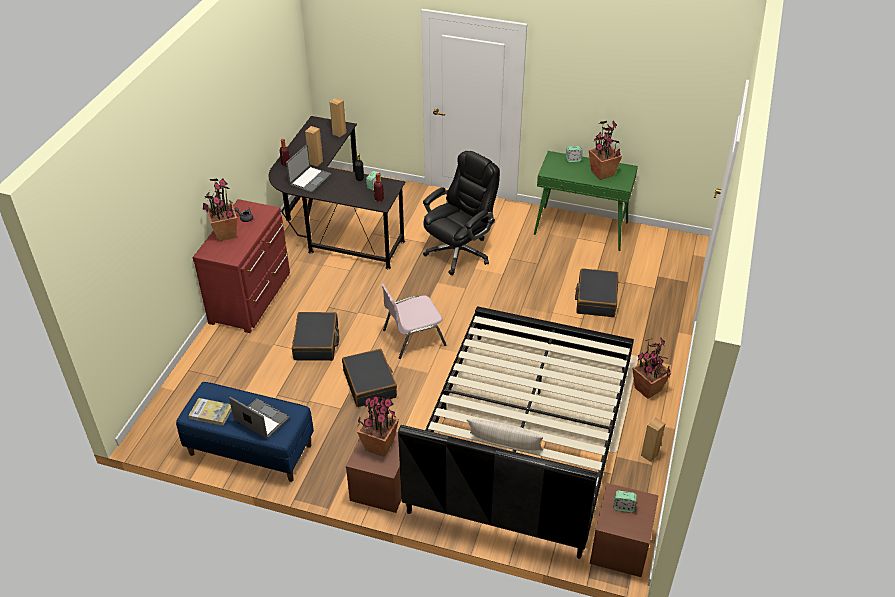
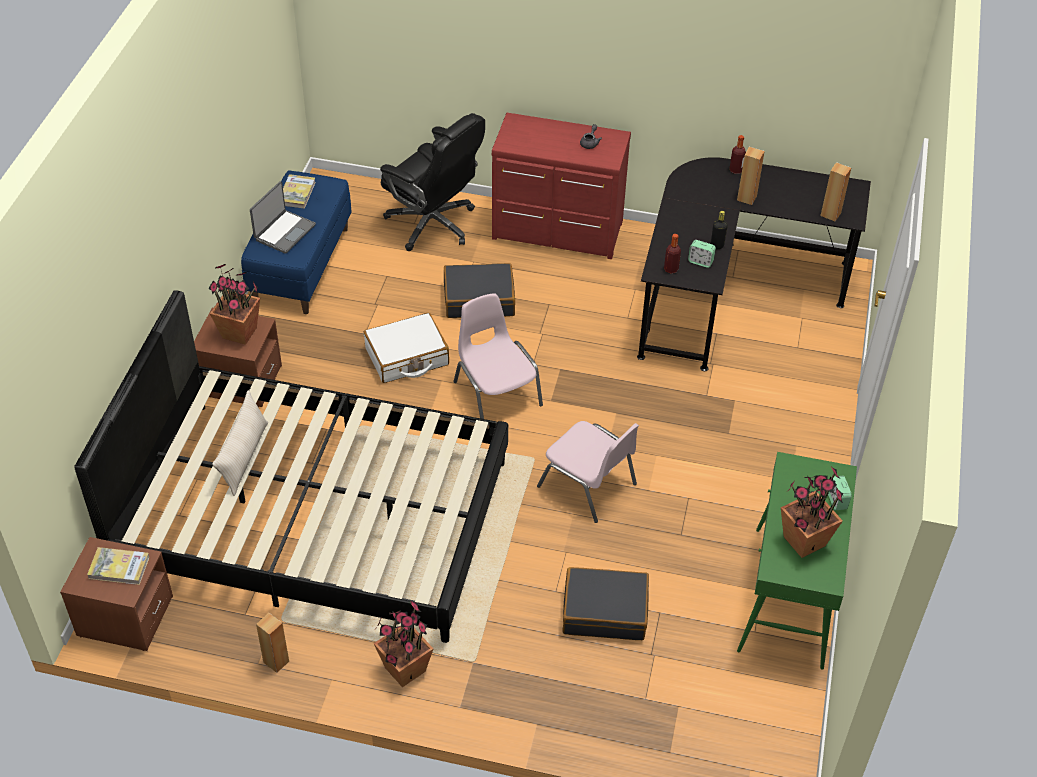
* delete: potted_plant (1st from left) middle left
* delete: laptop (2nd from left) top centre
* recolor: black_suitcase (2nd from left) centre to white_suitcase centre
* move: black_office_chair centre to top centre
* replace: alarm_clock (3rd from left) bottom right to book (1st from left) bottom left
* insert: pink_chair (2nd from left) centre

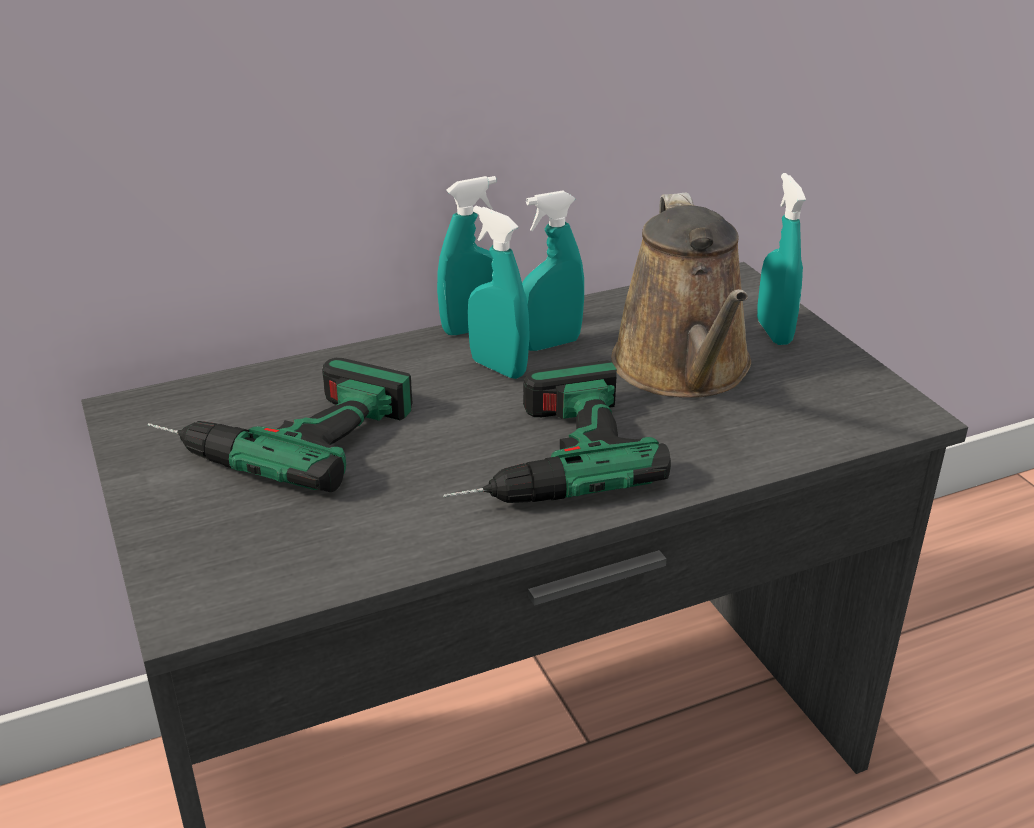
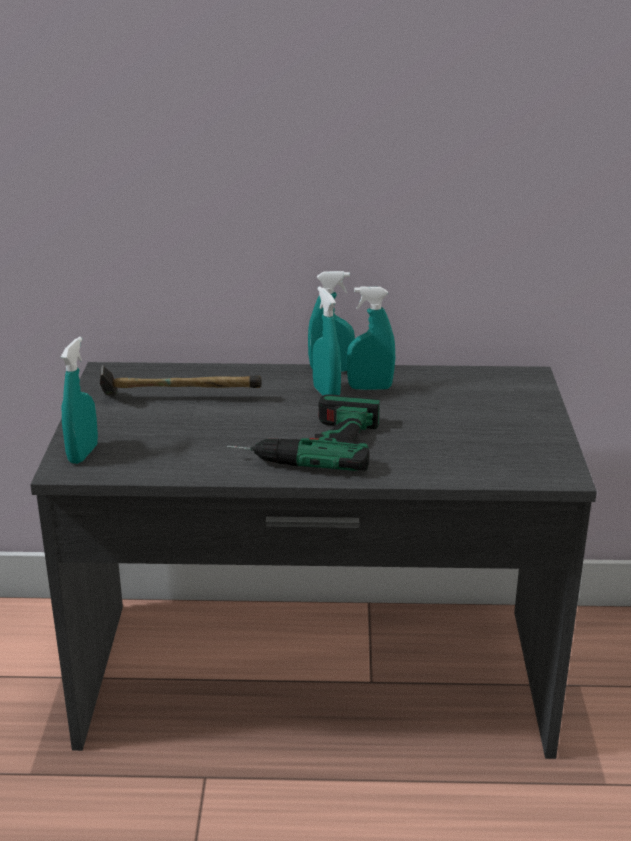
* replace: power_drill (1st from left) middle left to hammer middle left
* delete: brown_watering_can centre
* move: turquoise_spray_bottle (4th from left in the first image) top right to turquoise_spray_bottle (1st from left) middle left

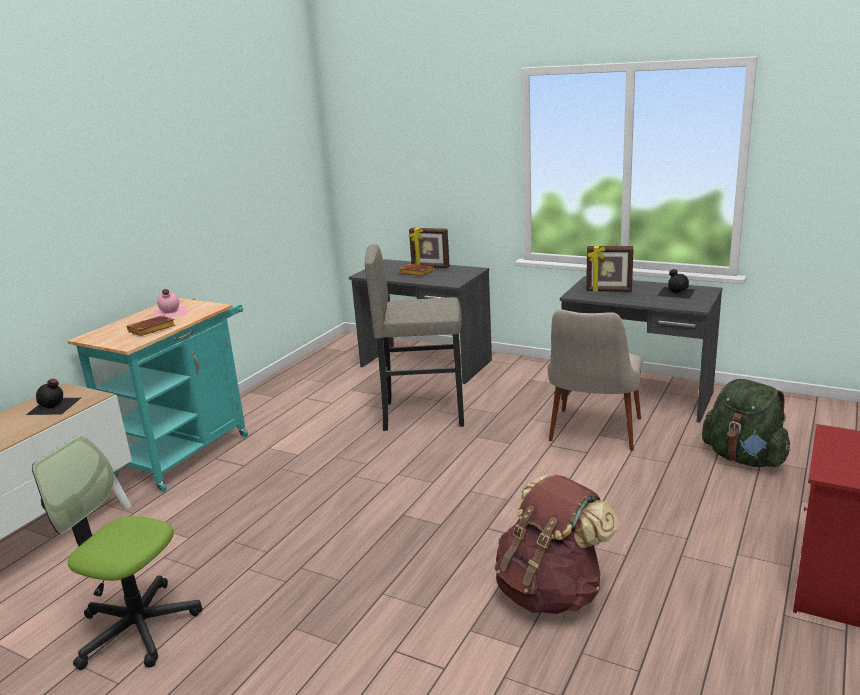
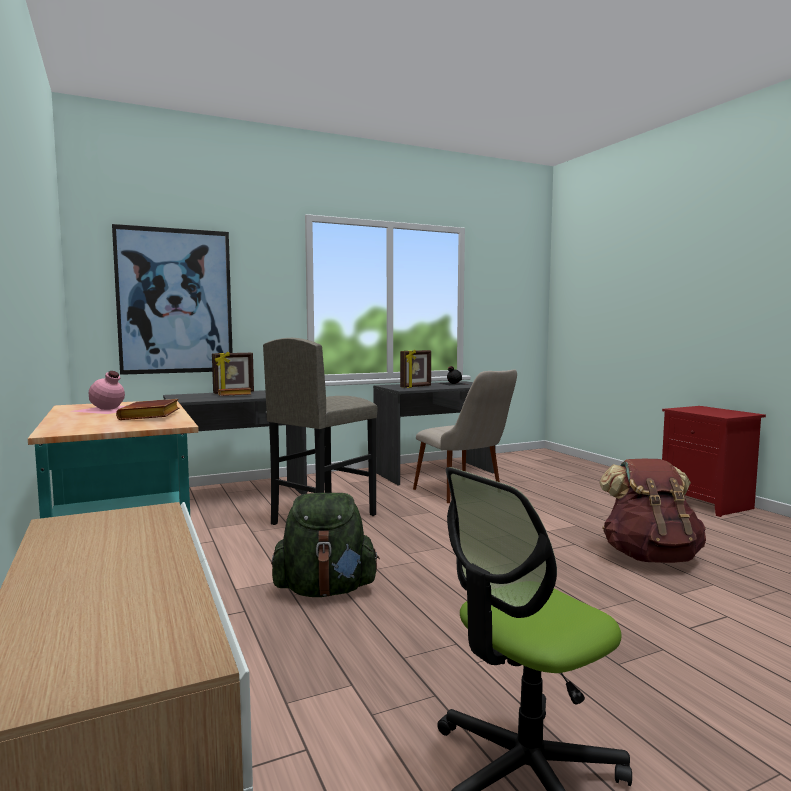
* delete: black_bottle (1st from left) middle left
* move: green_backpack middle right to bottom centre
* insert: picture middle left

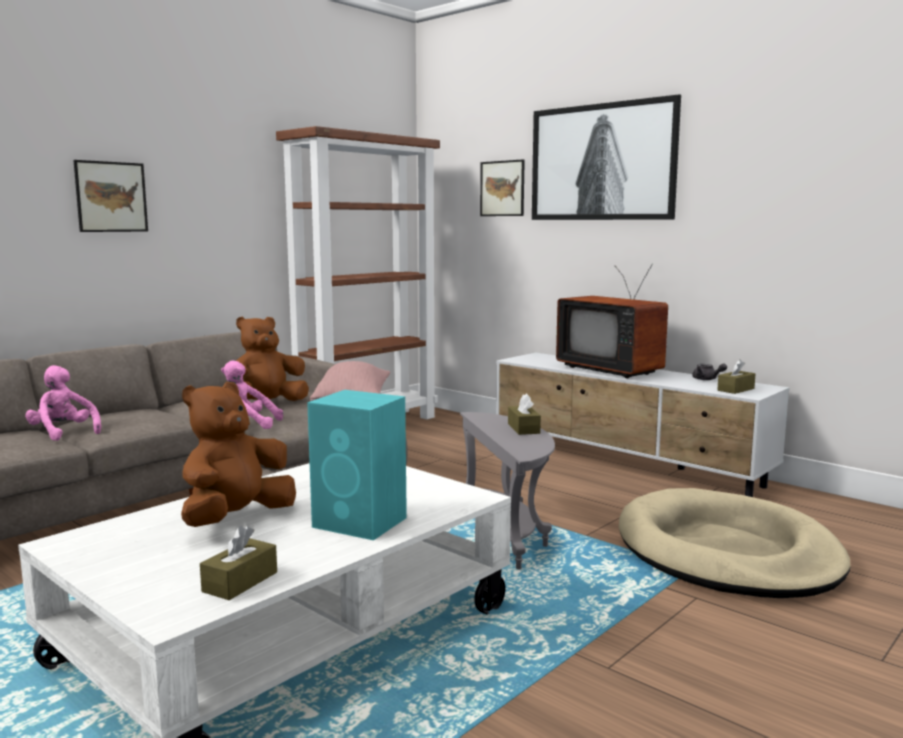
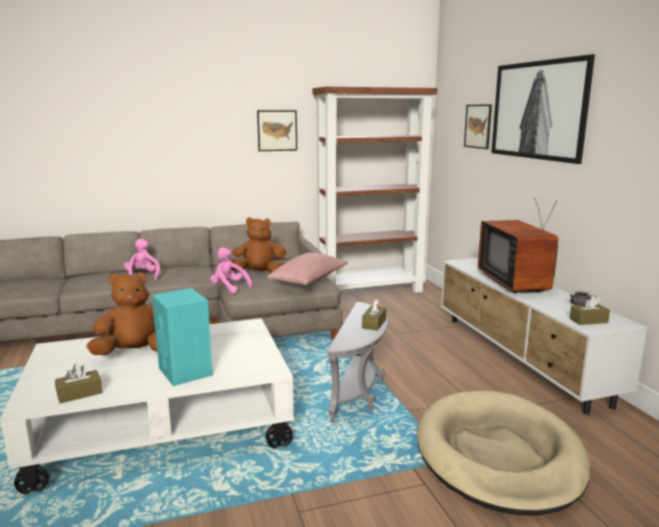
* move: picture (1st from left) top left to top centre

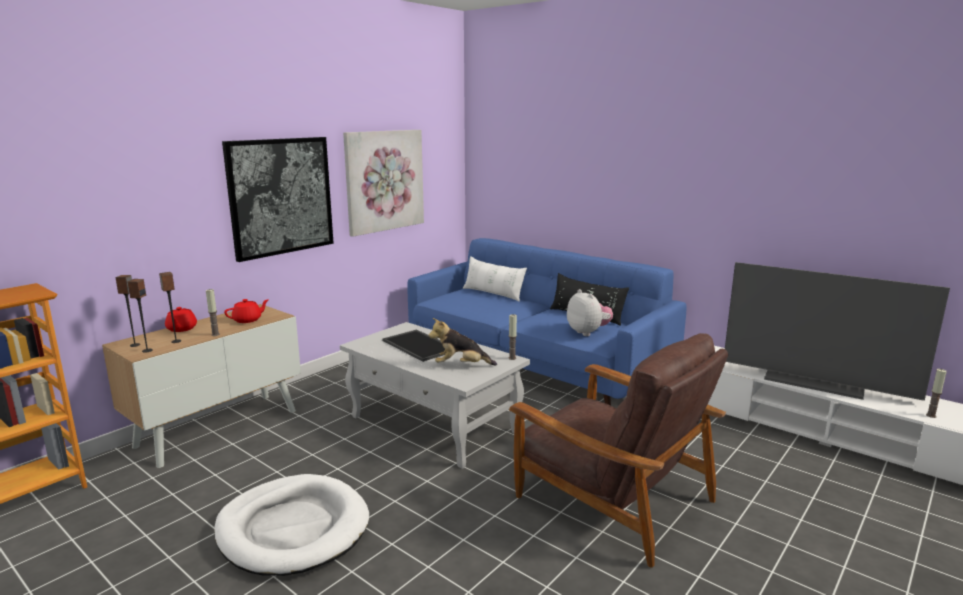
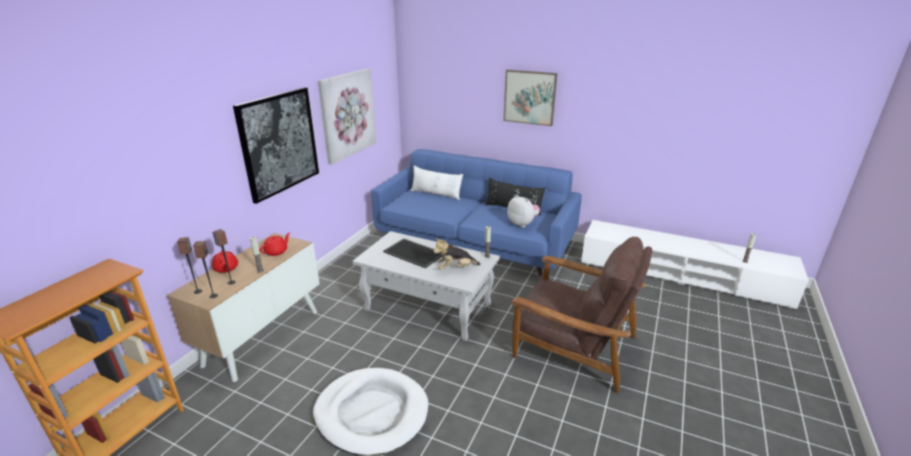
* delete: television middle right
* insert: picture (3rd from left) top centre

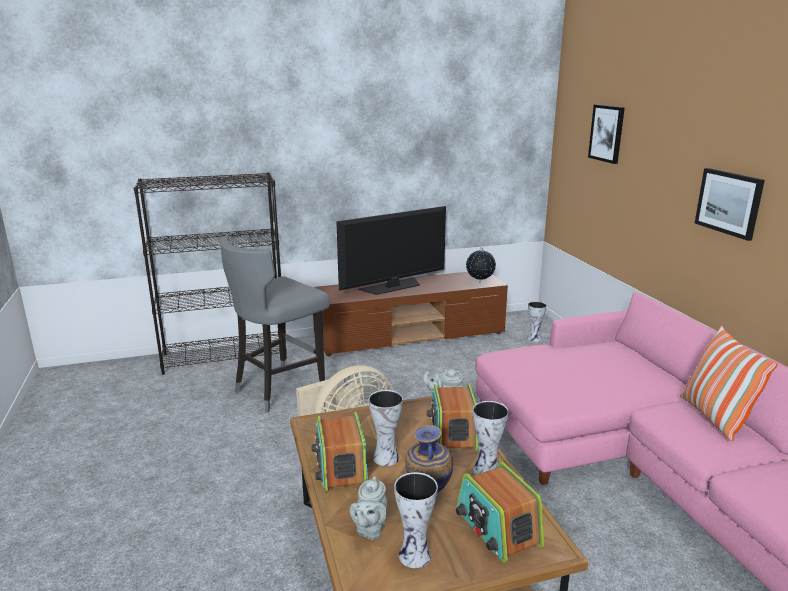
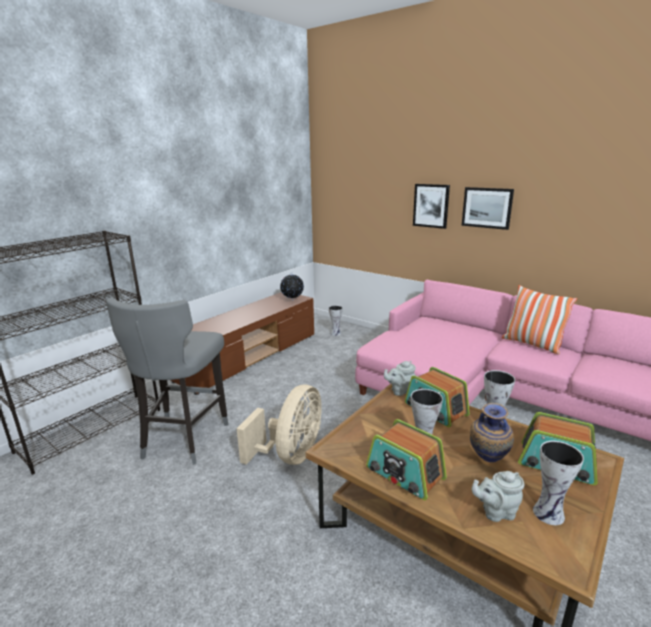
* delete: television centre
* rotate: grey_teapot (1st from left in the first image) bottom centre = bottom right 105 degrees clockwise
* move: picture (1st from left) top right to top centre

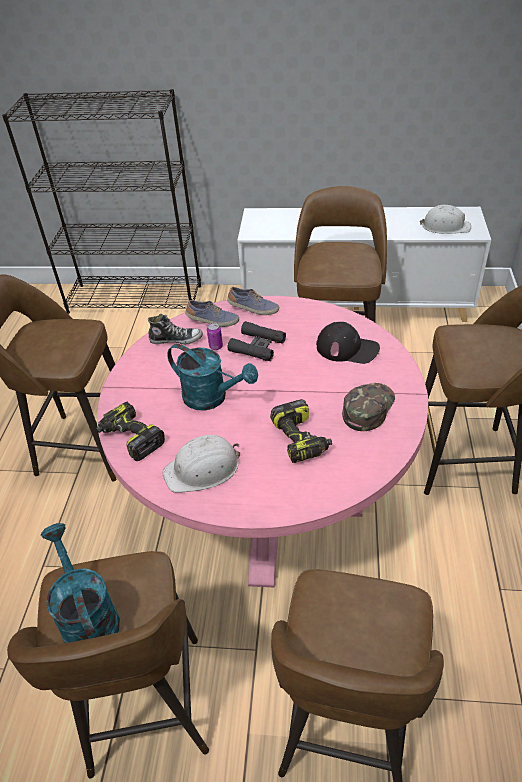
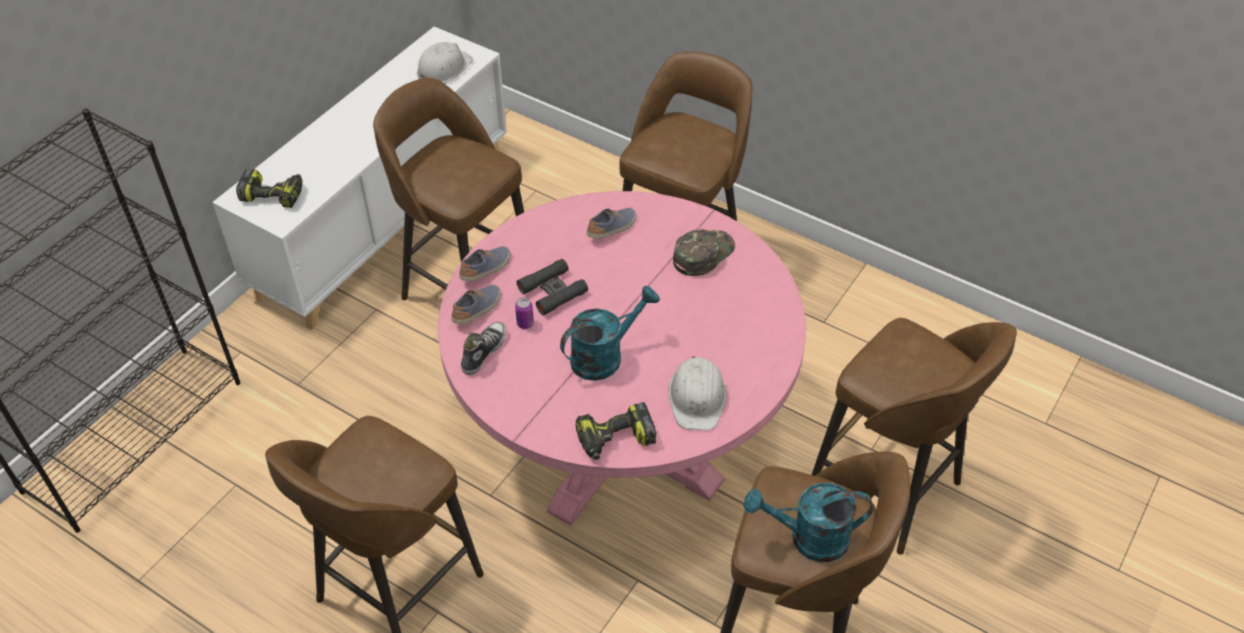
* move: power_drill (2nd from left in the first image) centre to power_drill (1st from left) top left
* replace: black_cap middle right to shoe (4th from left) centre
* rotate: green_cap middle right = centre 75 degrees clockwise

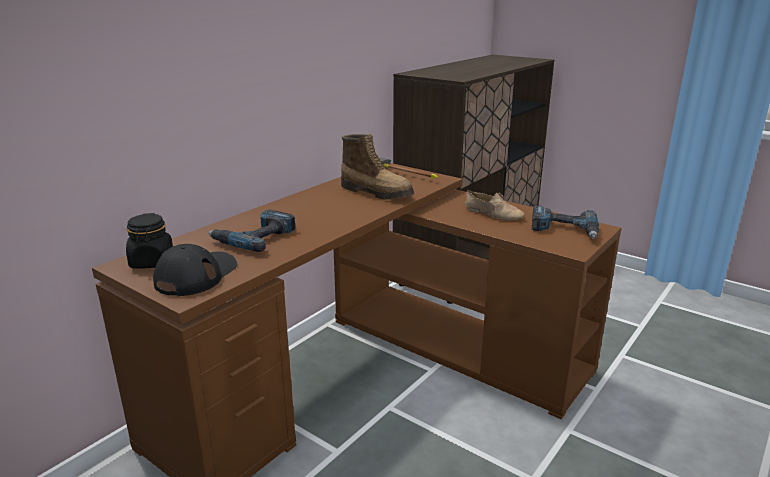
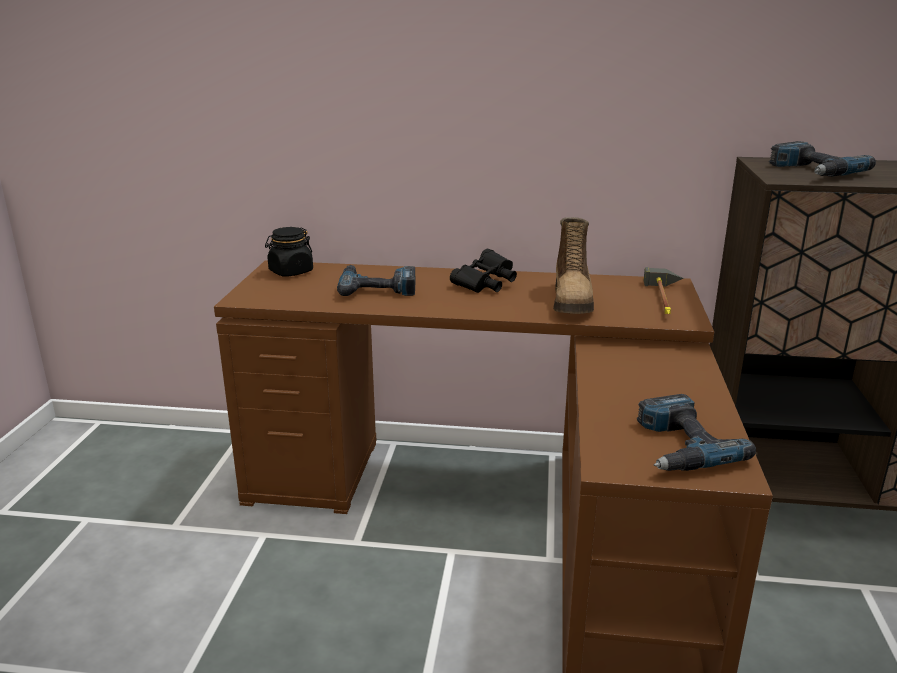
* delete: black_cap middle left
* delete: beige_shoe centre
* insert: black_binoculars centre
* insert: power_drill (3rd from left) top right

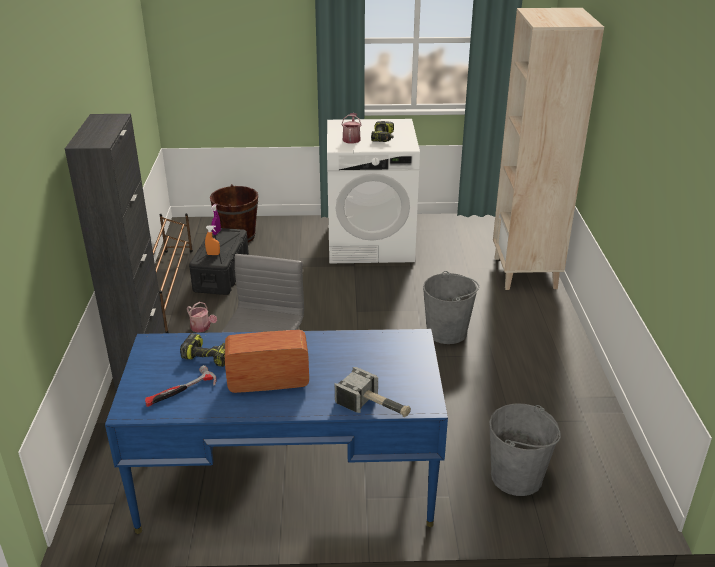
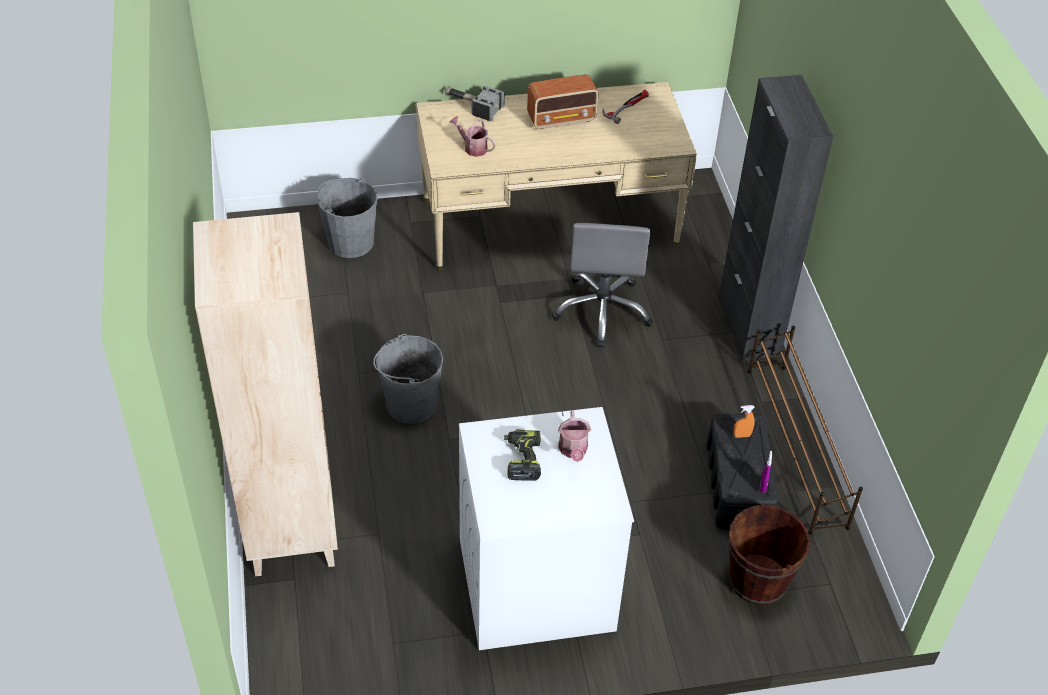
* recolor: blue_desk bottom centre to beige_desk top centre
* delete: power_drill (1st from left) middle left
* move: watering_can (1st from left) middle left to top centre

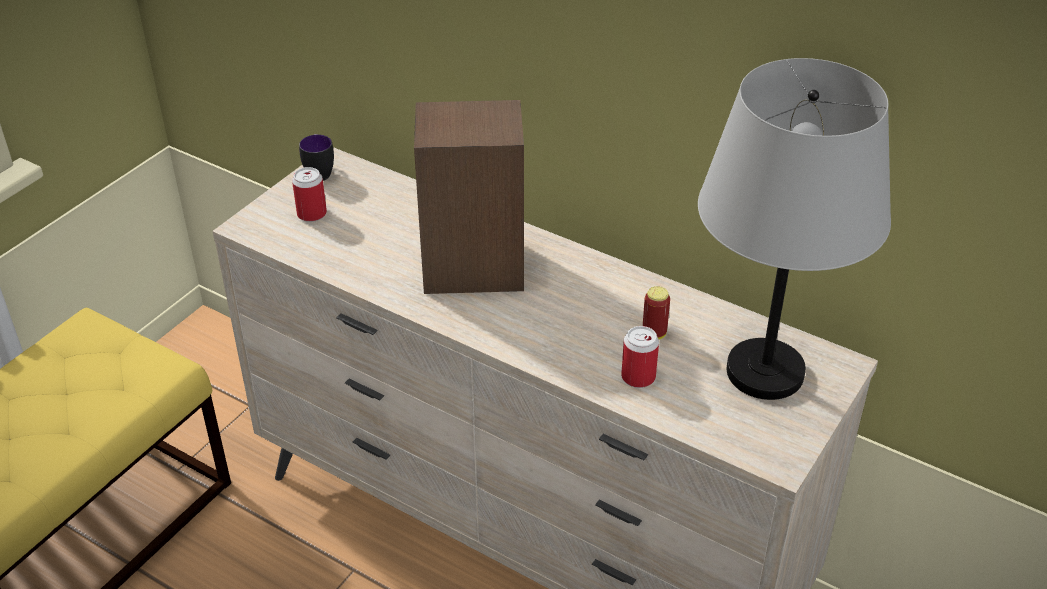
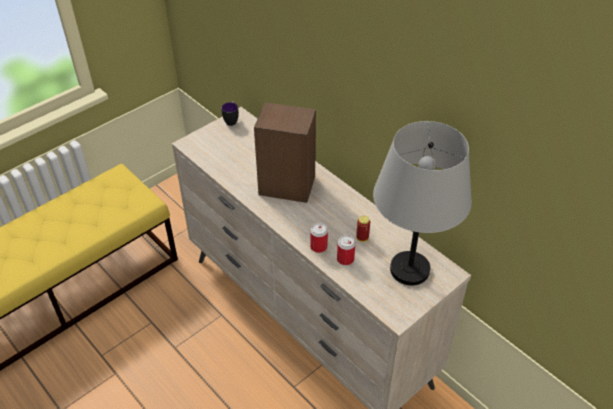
* move: can (1st from left) top left to centre

